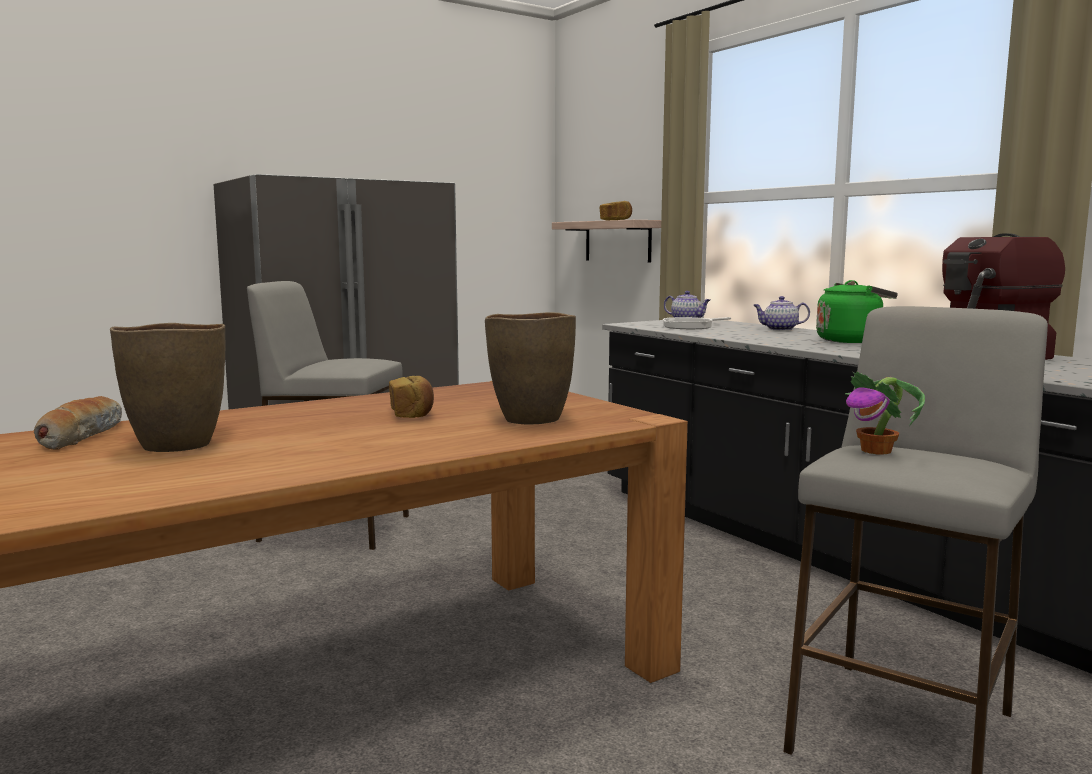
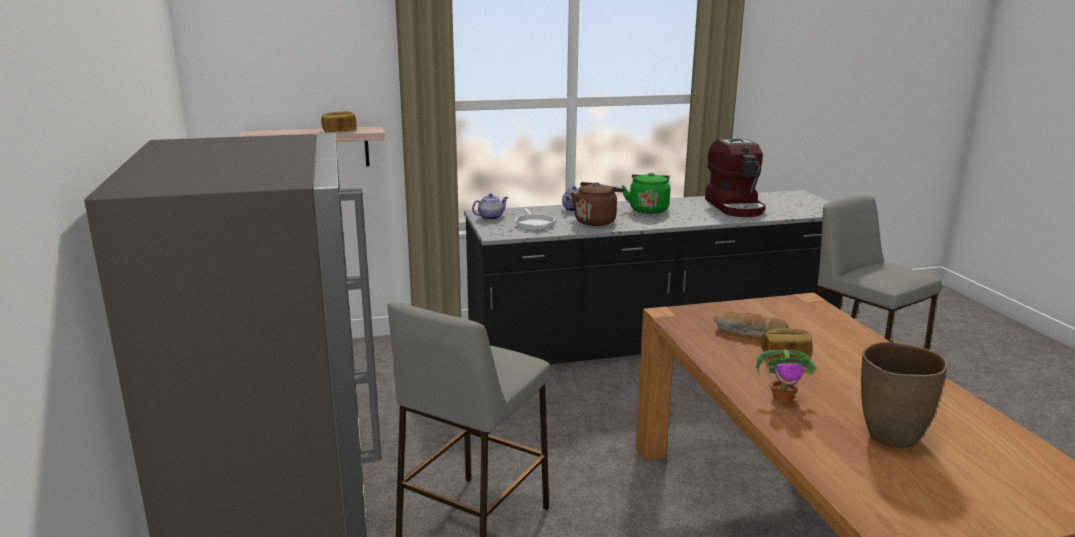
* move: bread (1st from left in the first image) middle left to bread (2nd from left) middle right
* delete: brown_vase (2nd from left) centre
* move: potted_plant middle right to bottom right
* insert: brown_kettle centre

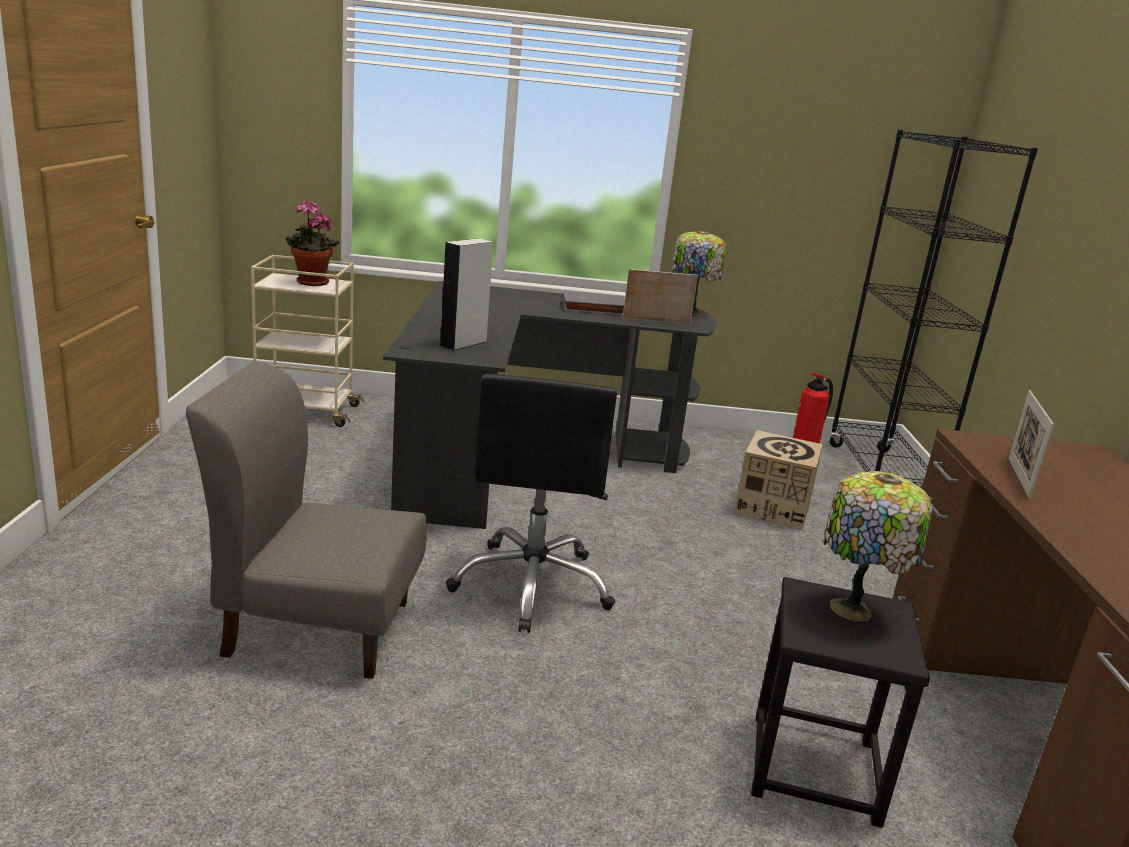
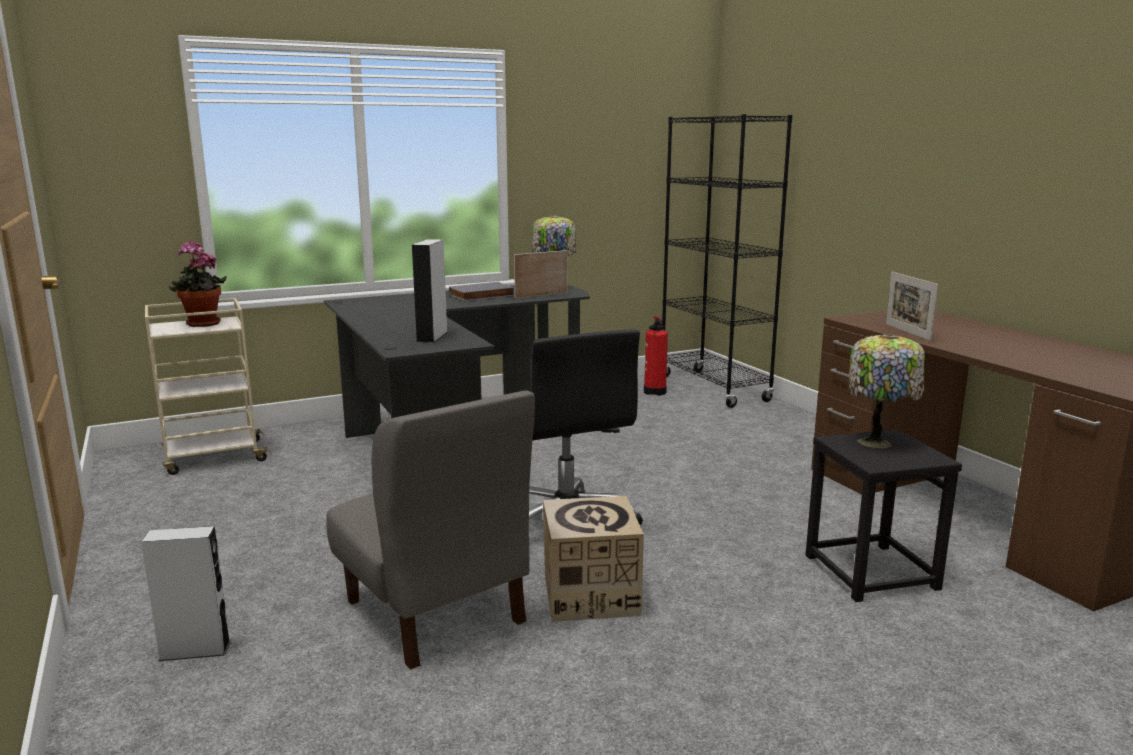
* rotate: grey_chair middle left = bottom centre 105 degrees counterclockwise
* move: cardboard_box middle right to bottom centre
* insert: grey_speaker (1st from left) bottom left

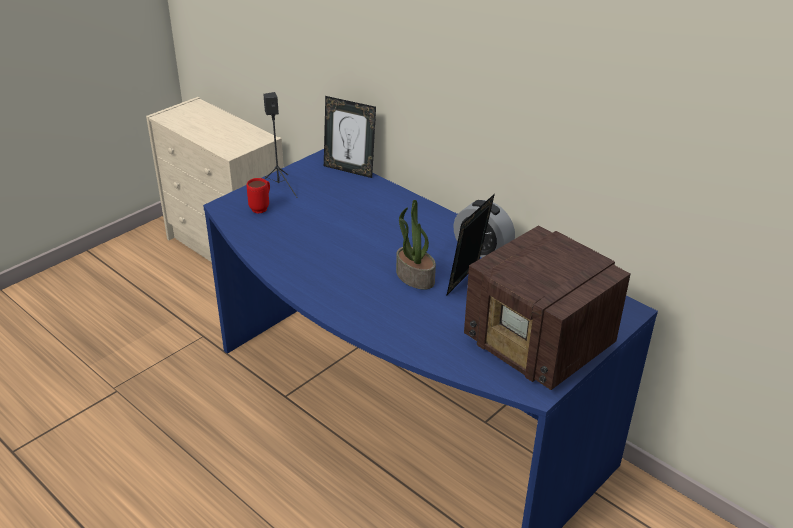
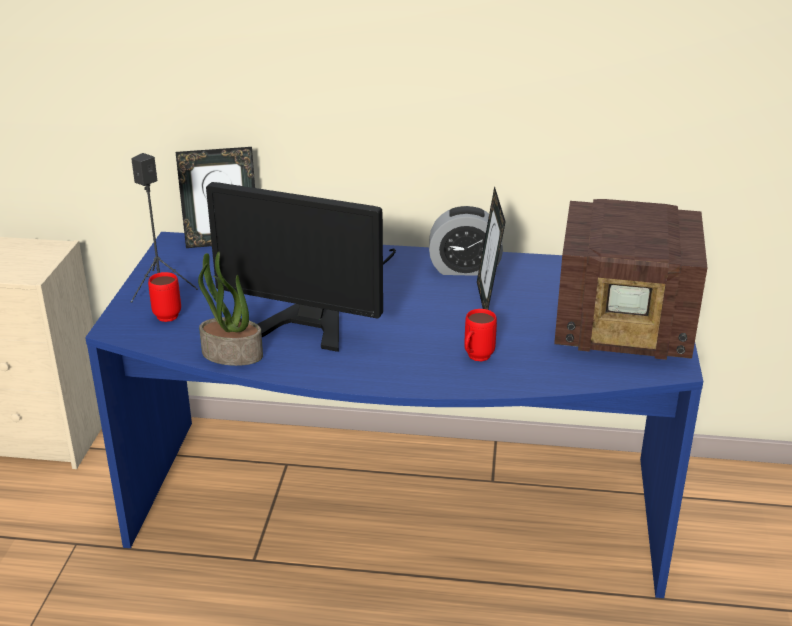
* move: potted_plant centre to middle left
* insert: monitor centre
* insert: red_mug (2nd from left) centre

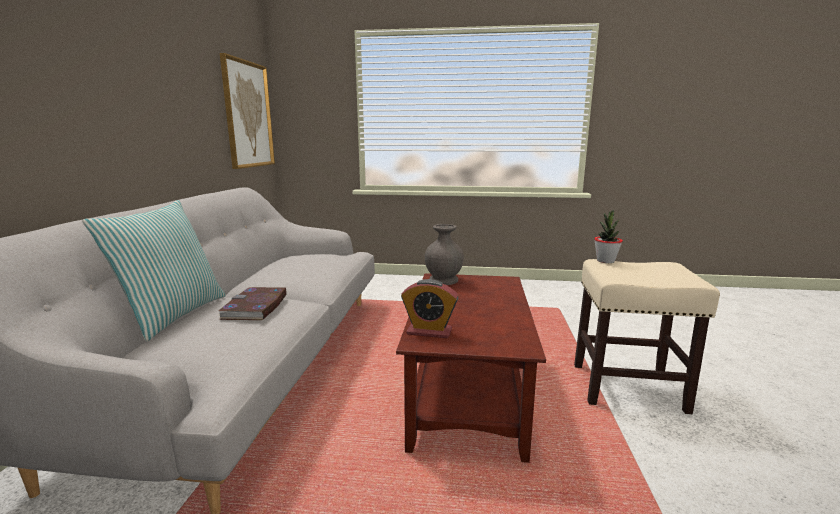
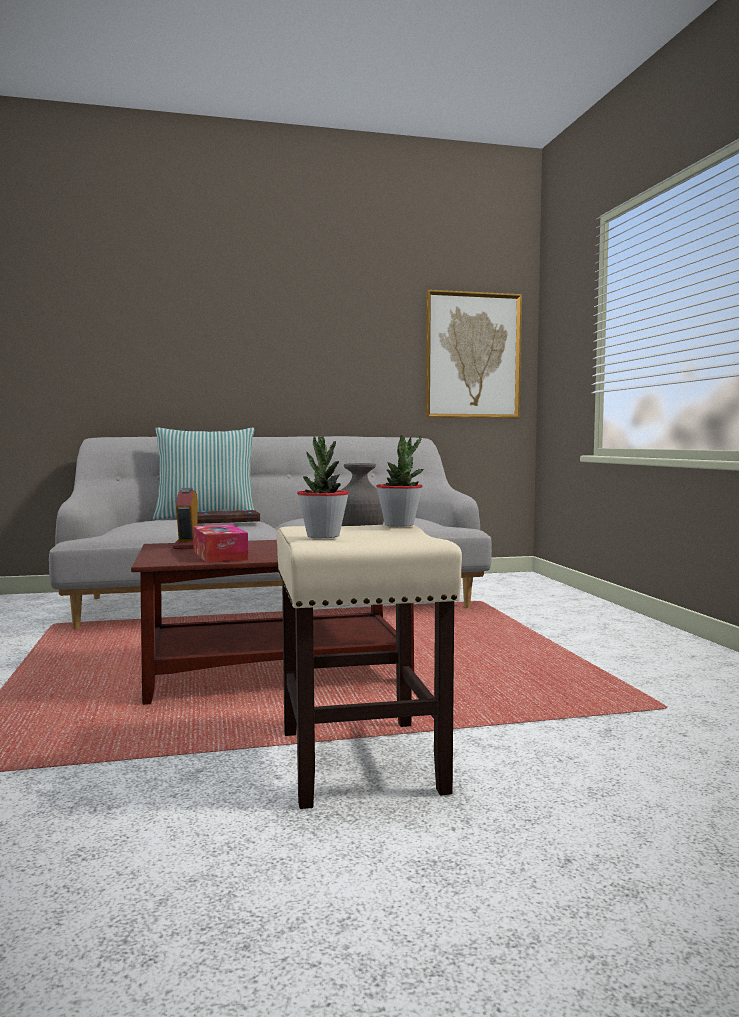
* insert: tissue_box middle left
* insert: potted_plant (1st from left) centre

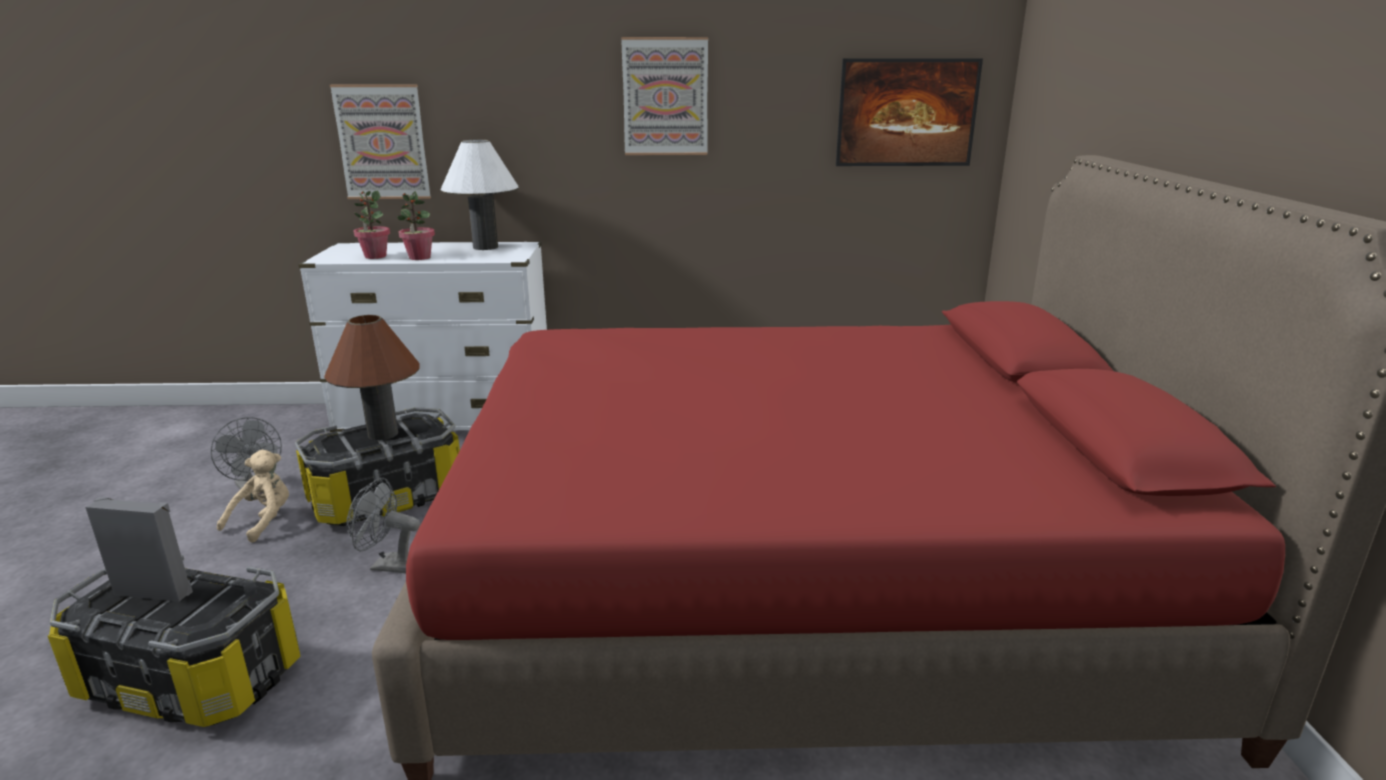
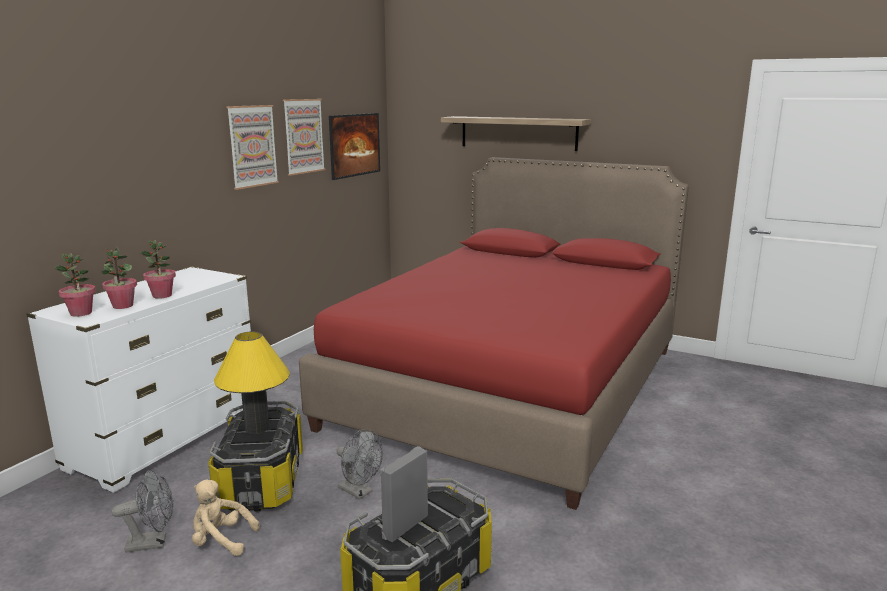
* rotate: beige_plush_toy middle left = bottom left 45 degrees counterclockwise
* recolor: brown_table_lamp middle left to yellow_table_lamp middle left
* move: picture (1st from left in the first image) top left to picture (2nd from left) top centre
* rotate: grey_fan (2nd from left) bottom left = bottom centre 90 degrees counterclockwise
* delete: white_table_lamp top centre
* insert: potted_plant (1st from left) middle left
* insert: shelf top centre

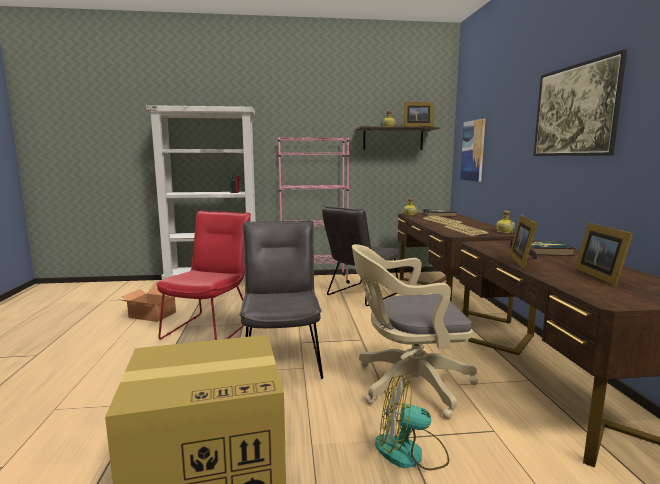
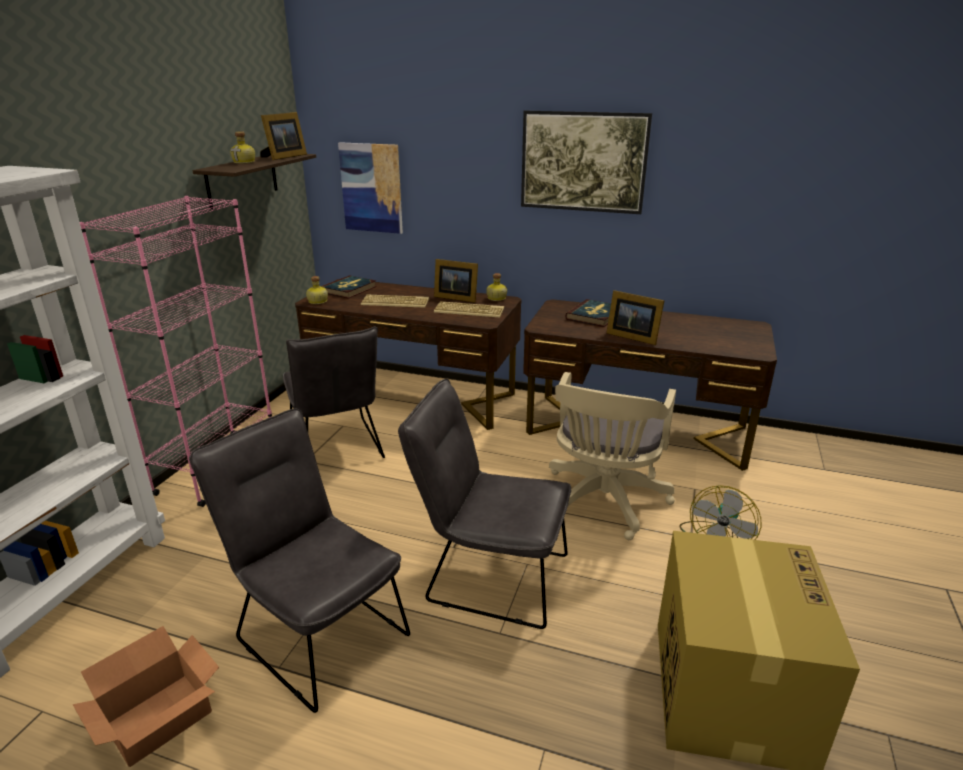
* recolor: red_chair middle left to grey_chair (1st from left) bottom left
* move: picture_frame (3rd from left in the first image) middle right to picture_frame (2nd from left) centre

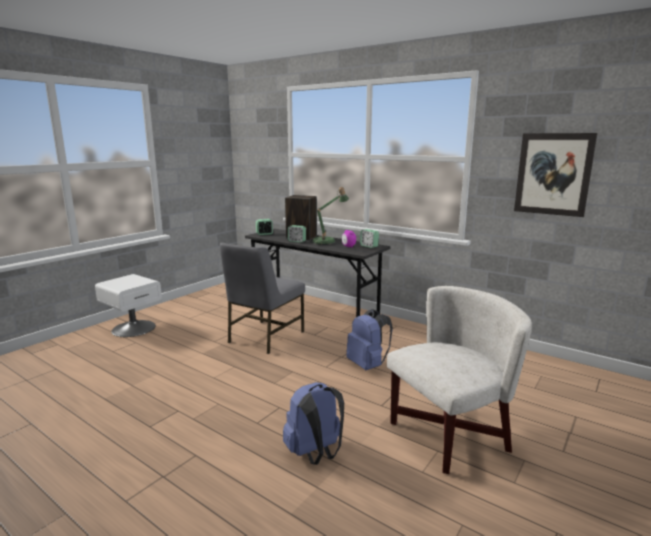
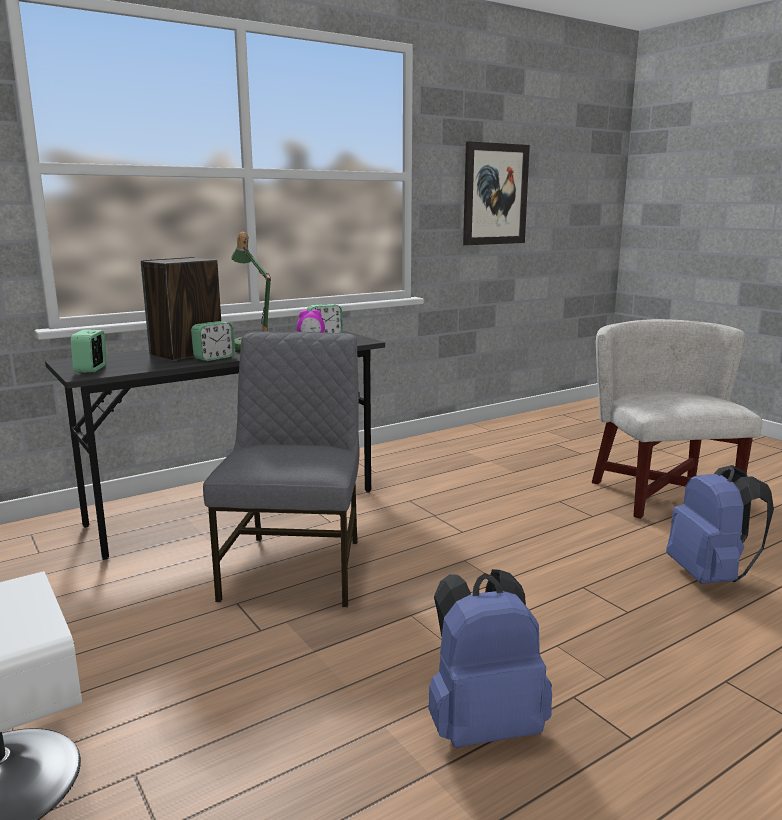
* rotate: grey_chair centre = centre 135 degrees counterclockwise
* move: blue_backpack (2nd from left in the first image) centre to blue_backpack (1st from left) bottom centre

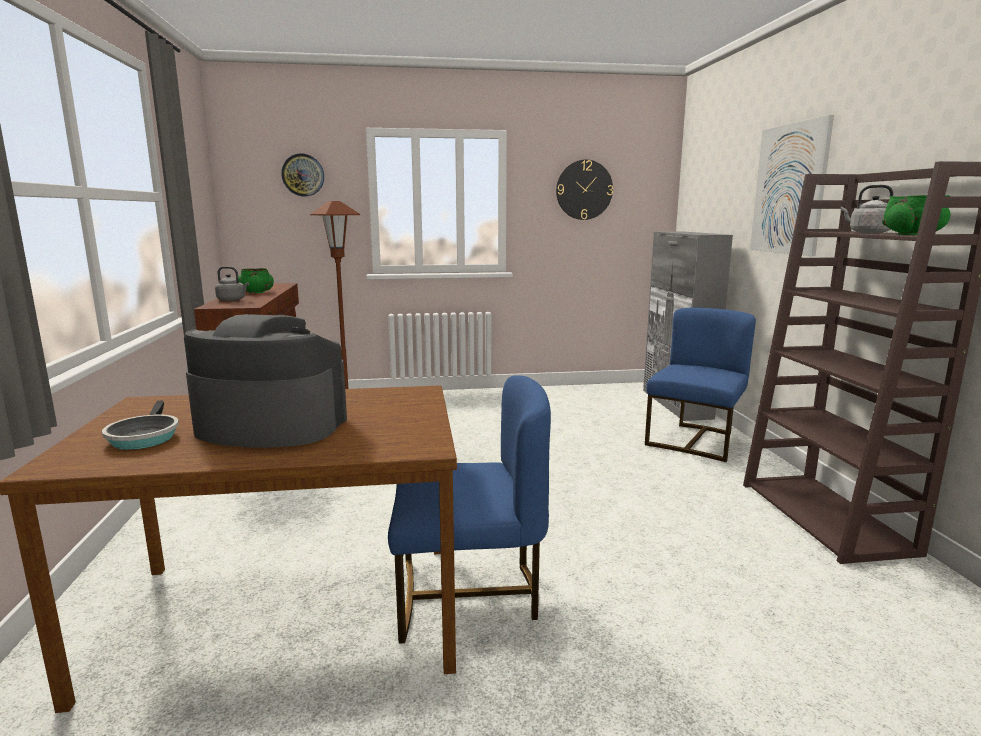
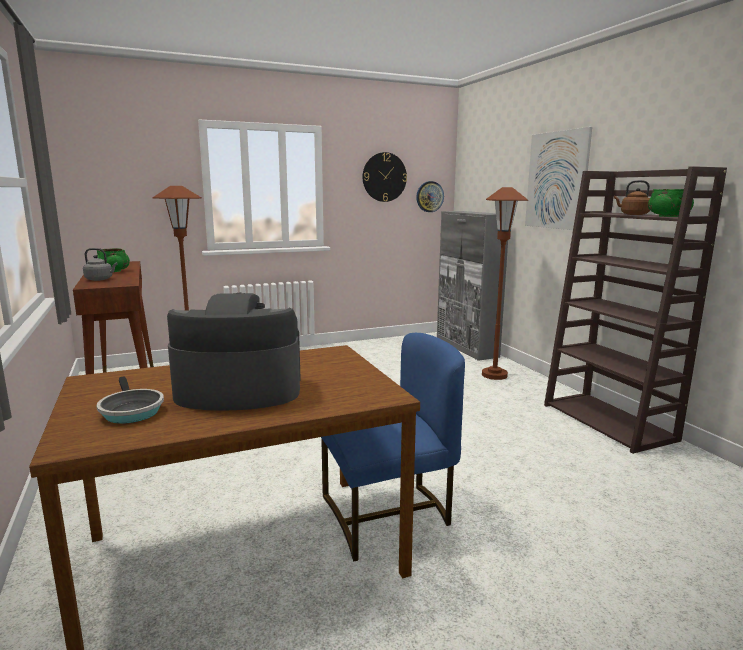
* move: wall_clock (1st from left in the first image) top left to wall_clock (2nd from left) top centre
* replace: blue_chair (2nd from left) middle right to brown_floor_lamp (2nd from left) middle right
* recolor: grey_kettle (2nd from left) top right to brown_kettle top right

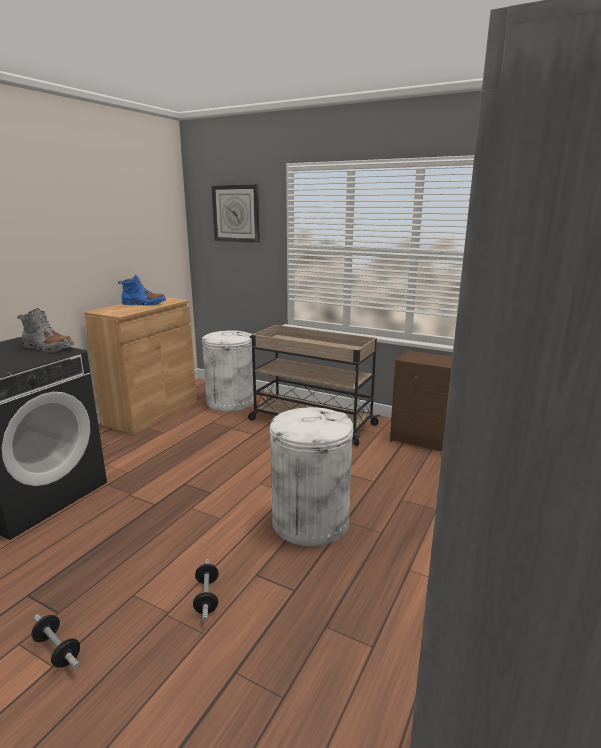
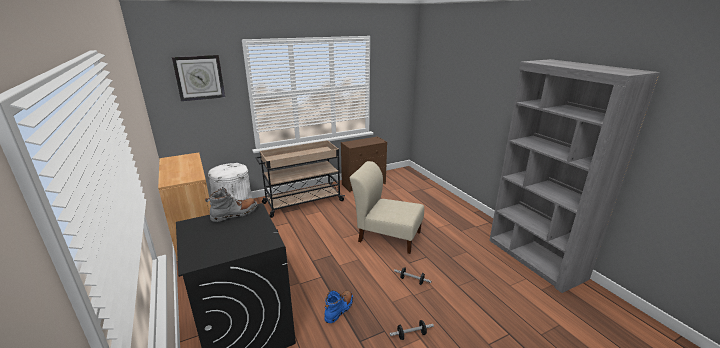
* move: blue_boot middle left to bottom centre
* replace: white_trash_can (2nd from left) centre to beige_chair centre

